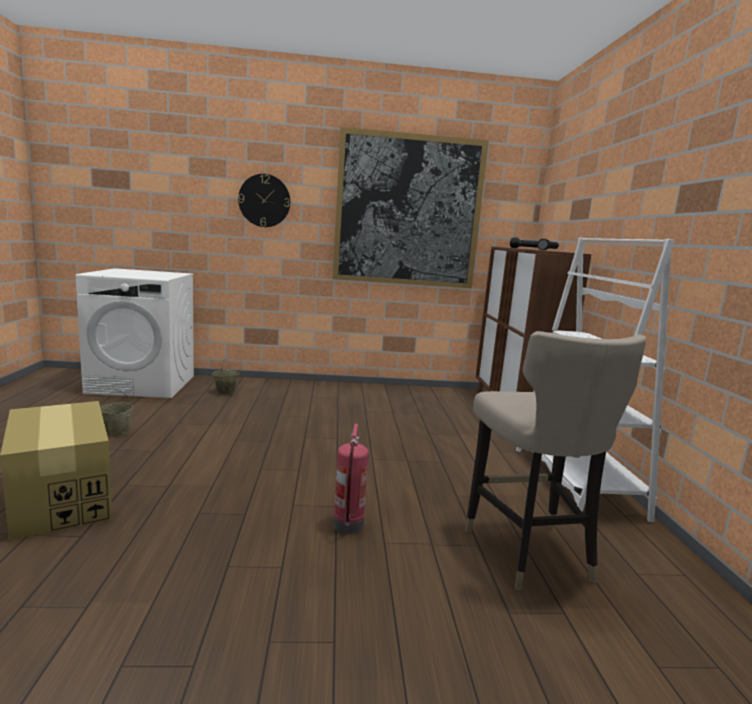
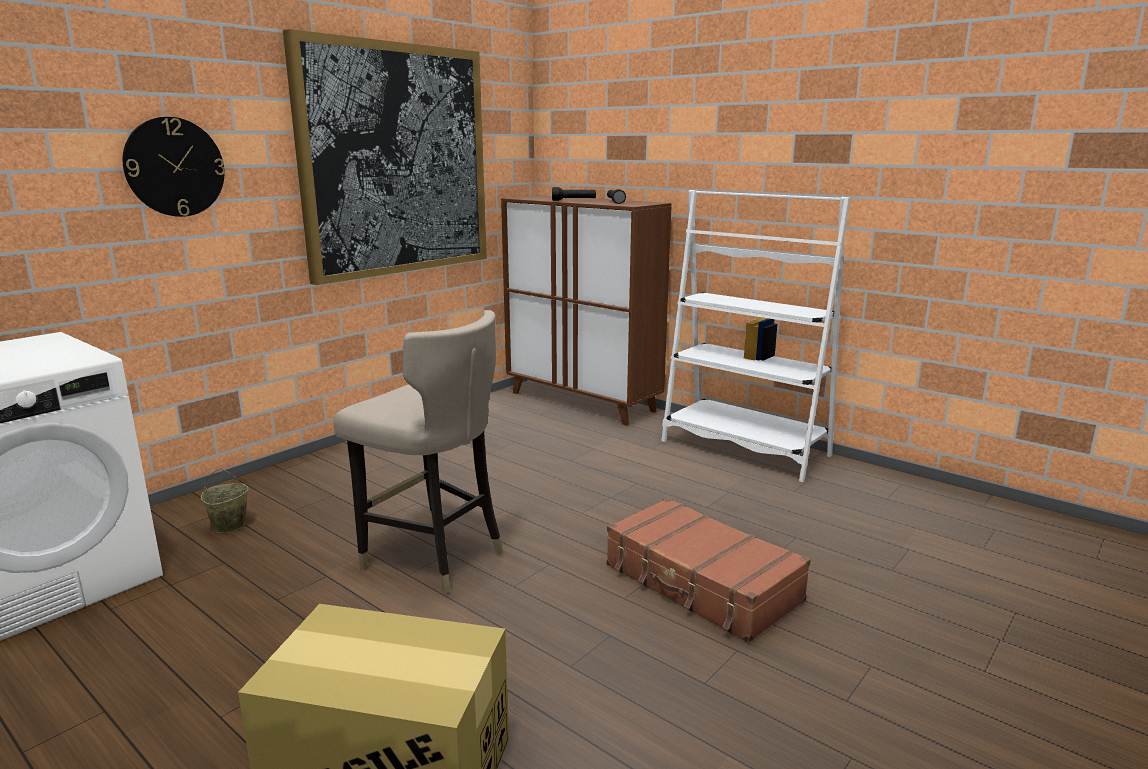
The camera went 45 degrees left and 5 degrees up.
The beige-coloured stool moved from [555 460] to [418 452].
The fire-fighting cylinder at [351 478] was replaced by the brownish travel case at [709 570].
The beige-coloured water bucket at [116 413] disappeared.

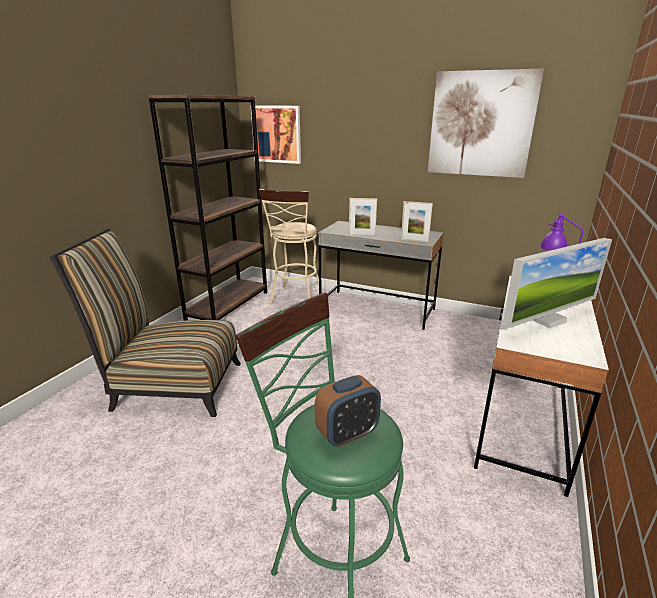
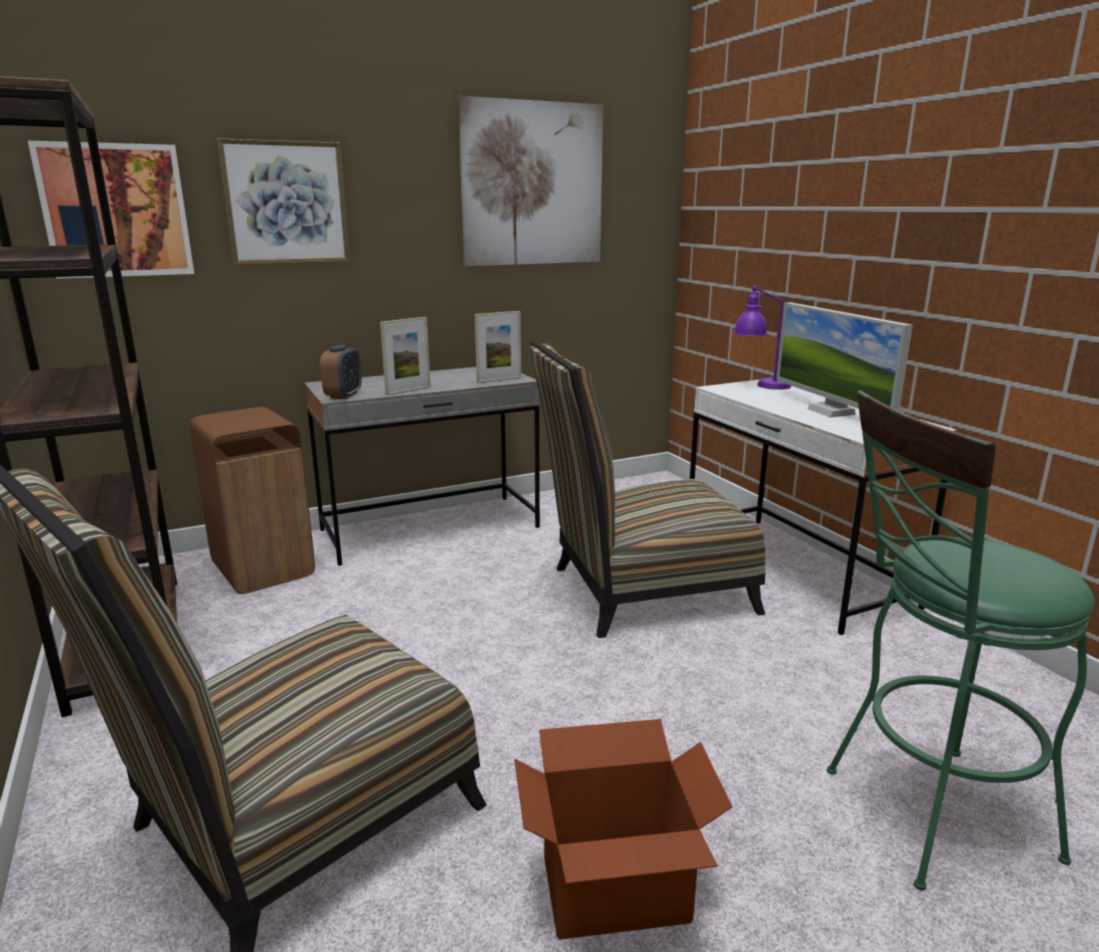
The camera went 50 degrees left and 5 degrees down.
The beige-coloured stool at [290 246] was replaced by the brownish waste bin at [252 500].
The wall picture at [283 201] appeared.
The table clock moved from [348 411] to [341 372].
The packing box at [623 829] appeared.
The chair at [648 489] appeared.
The computer display at [557 283] turned 150 degrees clockwise.

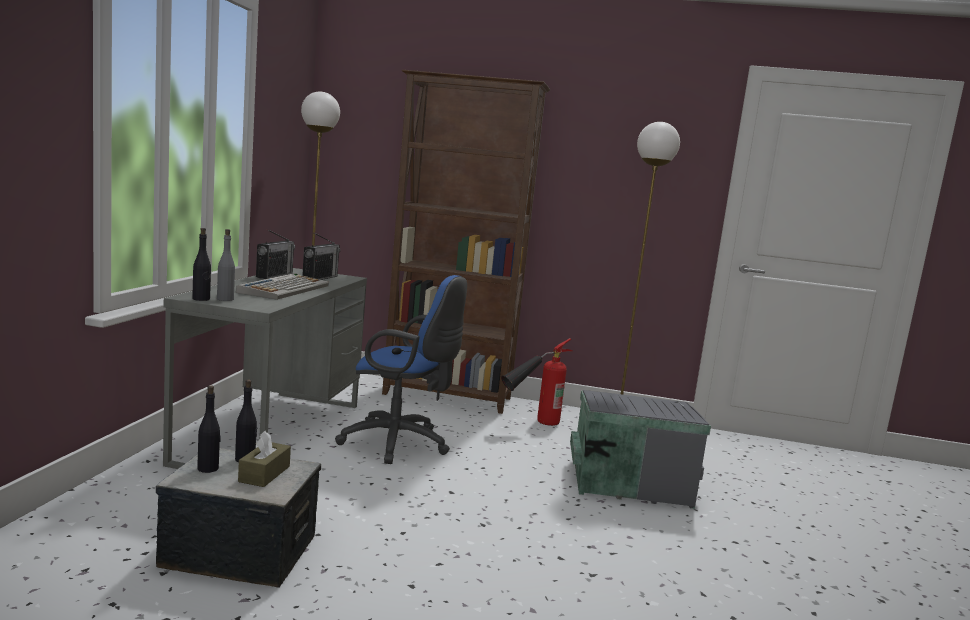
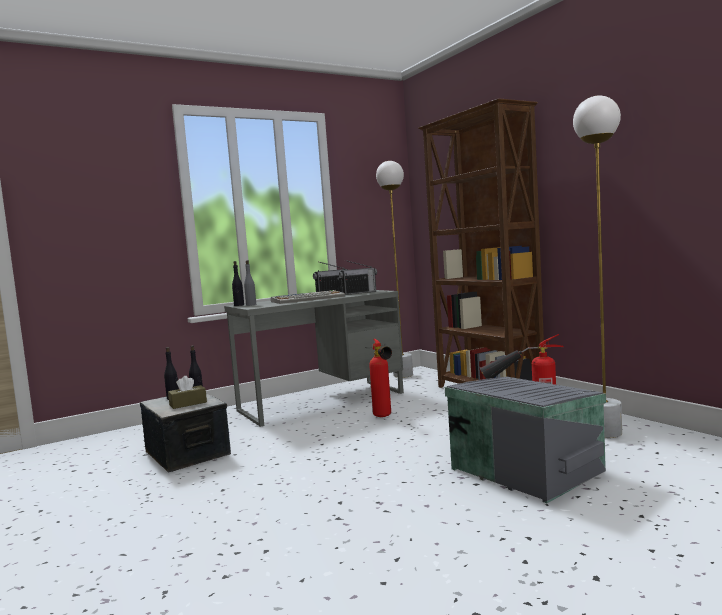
The camera went 50 degrees right and 5 degrees down.
The blue-coloured desk chair at [401 369] was replaced by the fire-fighting cylinder at [380 378].

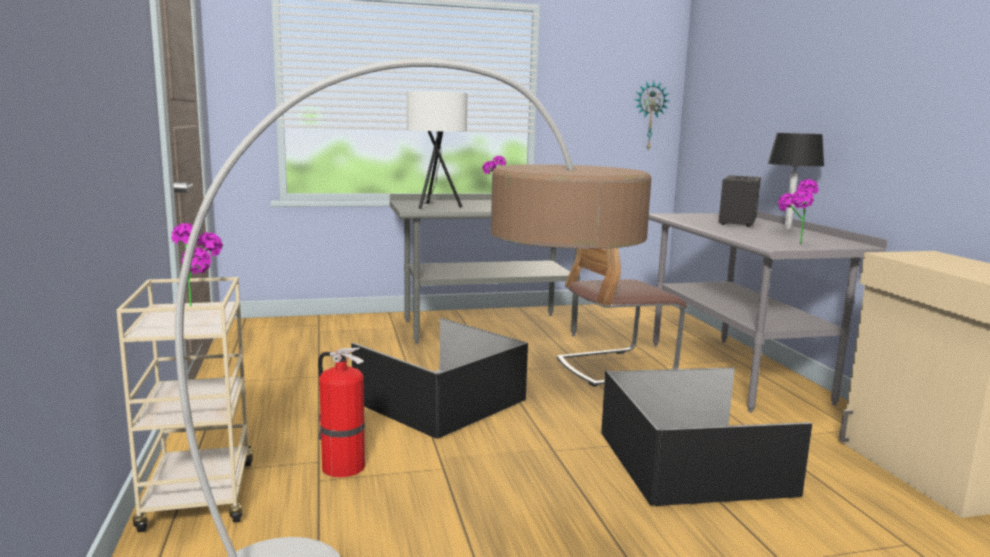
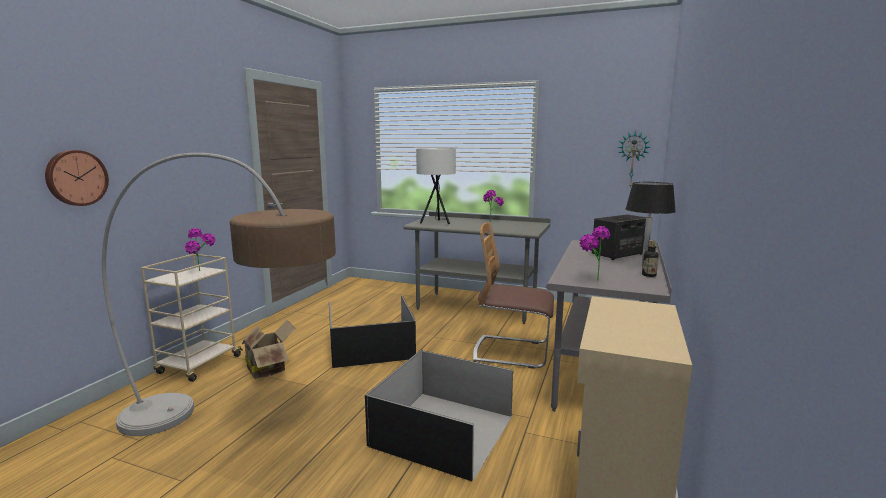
The camera went 35 degrees right and 0 degrees up.
The clock on the wall at [77 178] appeared.
The fire-fighting cylinder at [341 412] was replaced by the packing box at [269 349].
The bottle at [650 258] appeared.

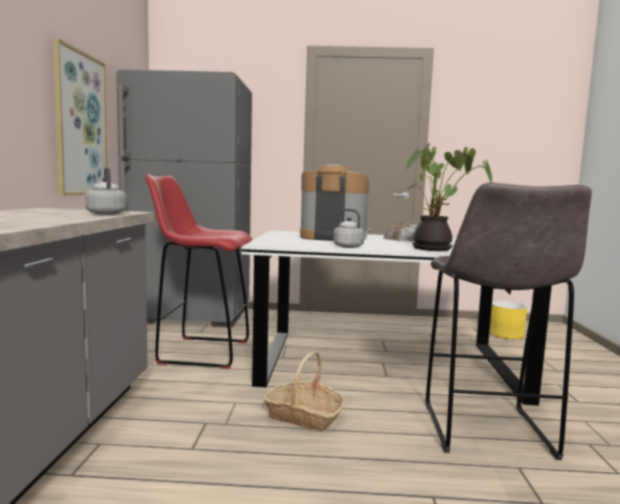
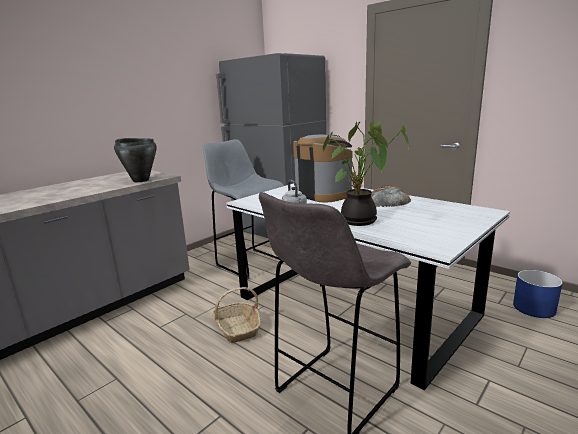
The camera went 40 degrees right and 10 degrees up.
The gray kettle at [105 191] was replaced by the black-coloured saucepot at [135 160].
The reddish stool at [198 271] became the gray stool at [243 209].
The yellow-coloured plant pot at [508 320] became the blue-coloured plant pot at [538 294].
The wall picture at [80 117] disappeared.

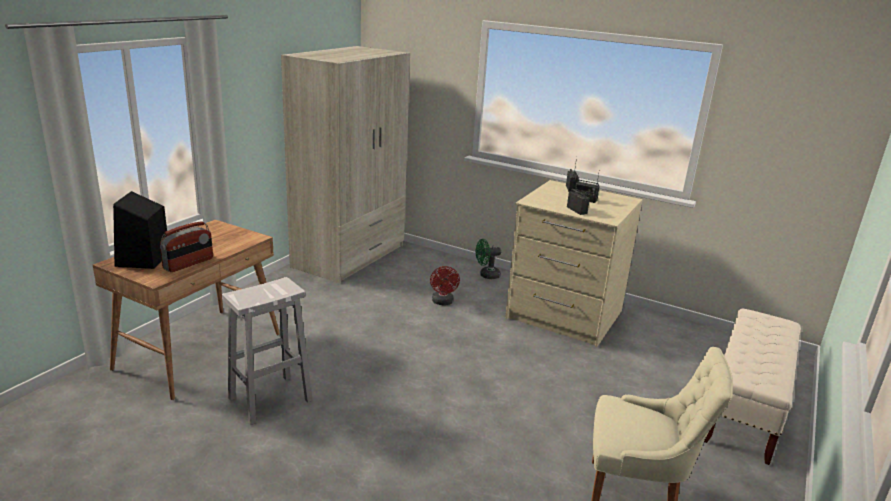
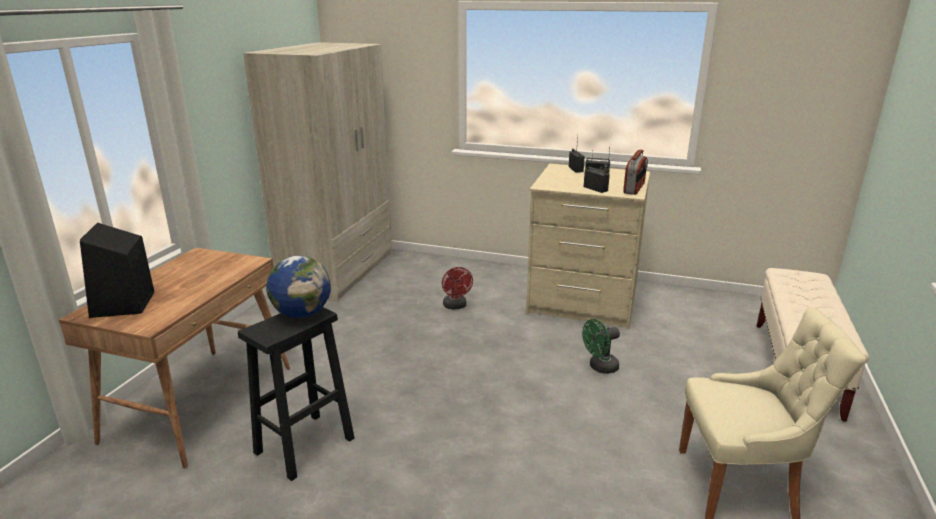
The camera went 10 degrees left and 0 degrees up.
The white stool at [267 351] became the black-coloured stool at [296 394].
The globe at [298 287] appeared.
The green electric fan moved from [489 259] to [601 346].
The radio moved from [186 246] to [635 172].

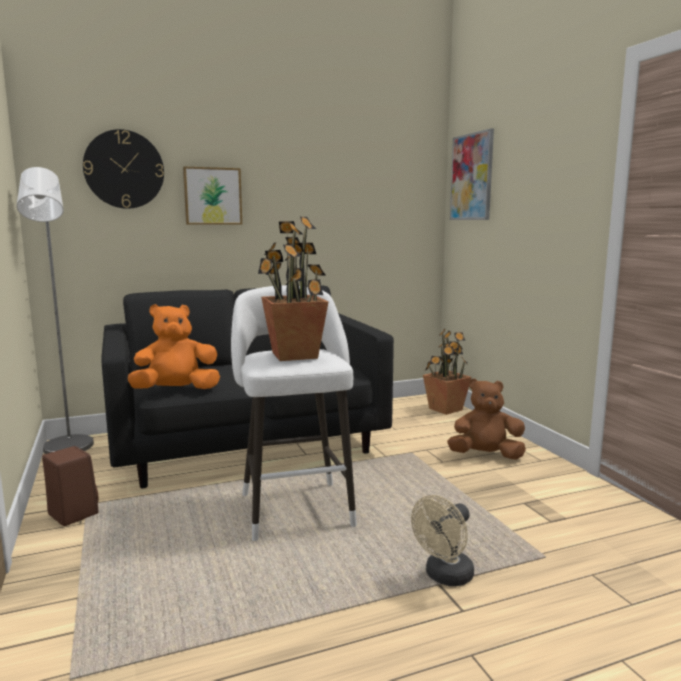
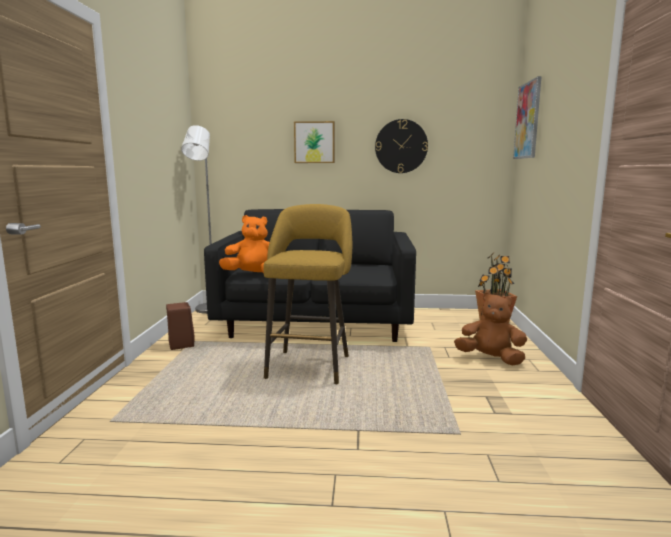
The camera went 25 degrees right and 0 degrees up.
The white stool at [294 413] became the yellow-coloured stool at [307 294].
The clock on the wall moved from [123 169] to [401 146].
The houseplant at [293 289] disappeared.
The beige-coloured electric fan at [442 540] disappeared.

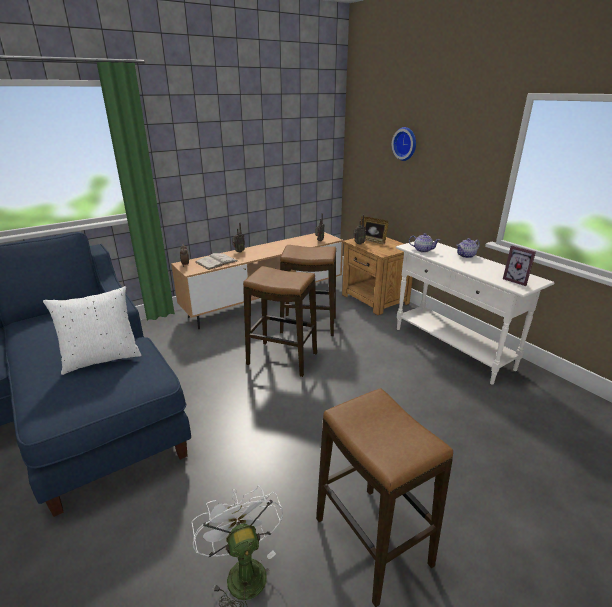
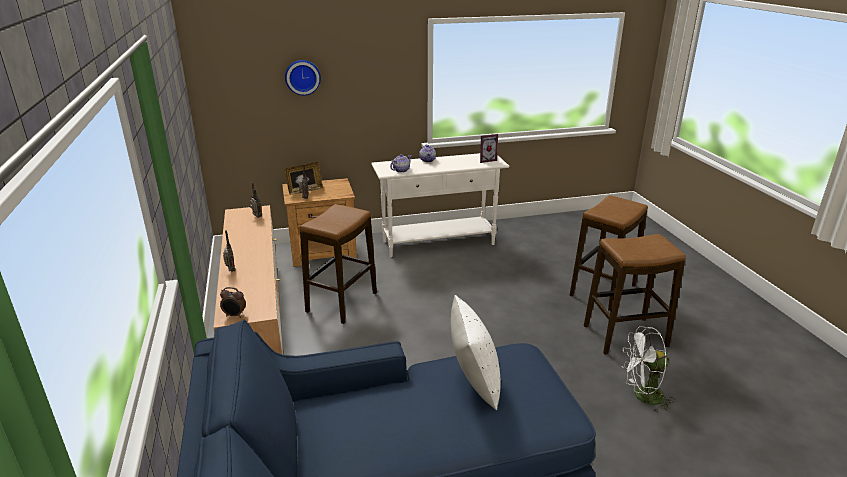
The camera went 70 degrees left and 0 degrees up.
The stool moved from [280 321] to [609 253].
The white volume at [216 261] disappeared.

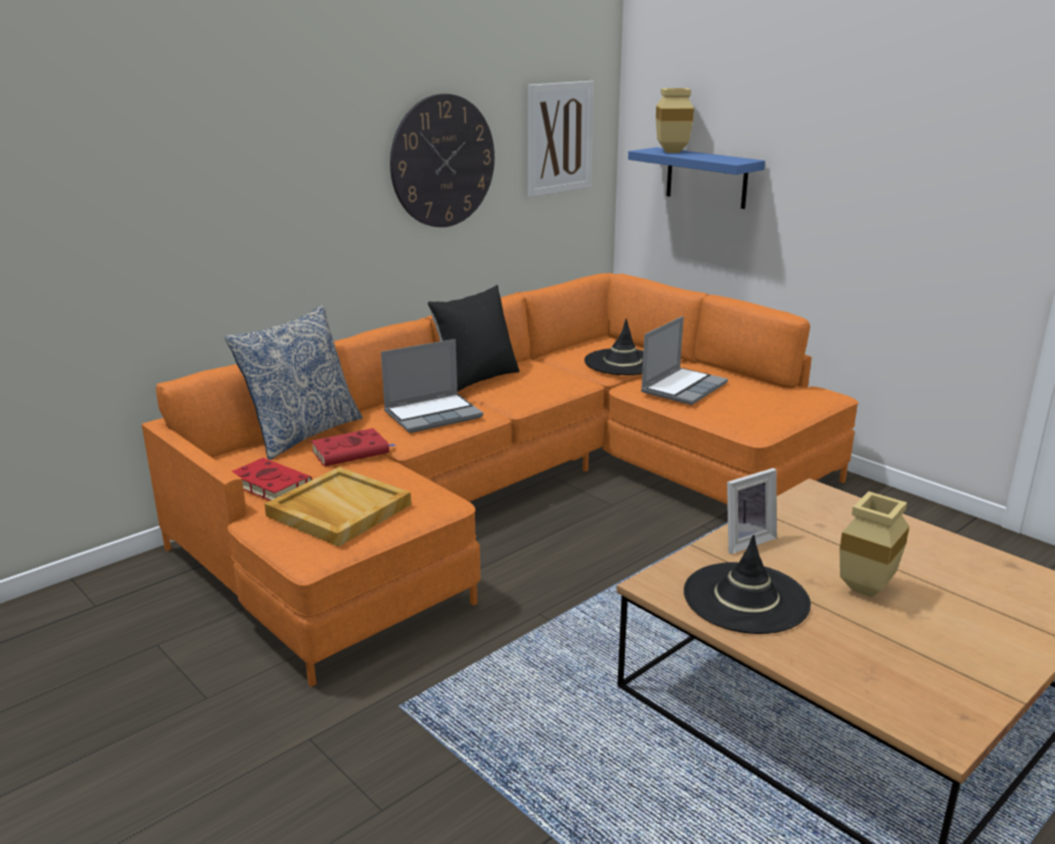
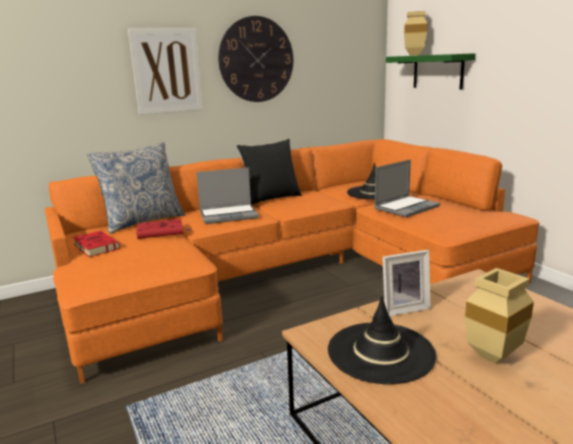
The camera went 15 degrees right and 5 degrees down.
The wall picture moved from [561 139] to [165 71].
The blue-coloured wall shelf at [696 178] became the green wall shelf at [430 71].
The beige-coloured serving tray at [338 507] disappeared.

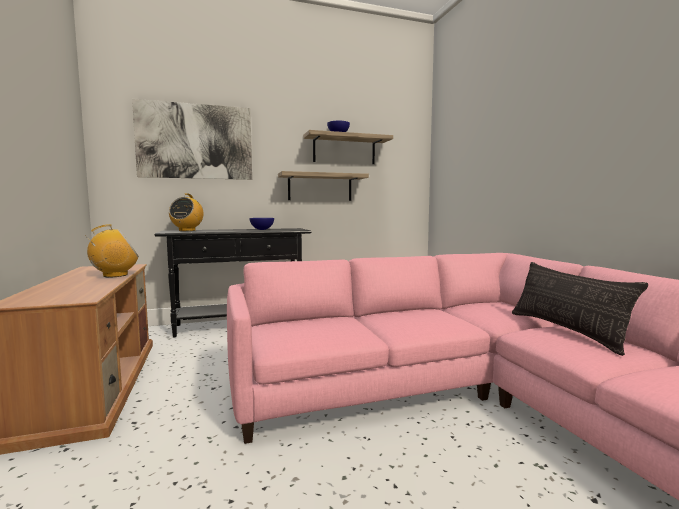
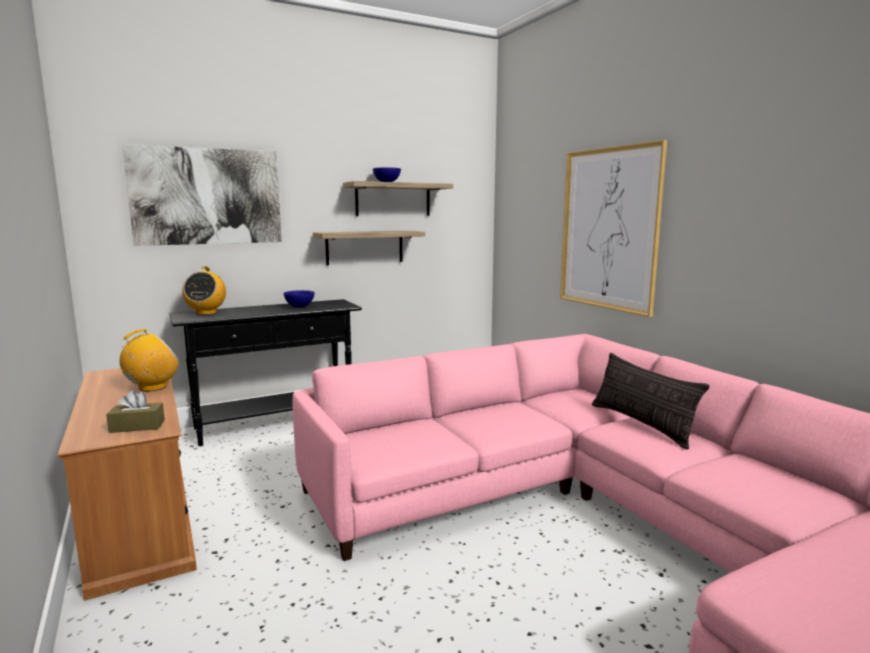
The camera went 10 degrees left and 5 degrees up.
The brownish box of tissues at [135 411] appeared.
The wall picture at [613 228] appeared.

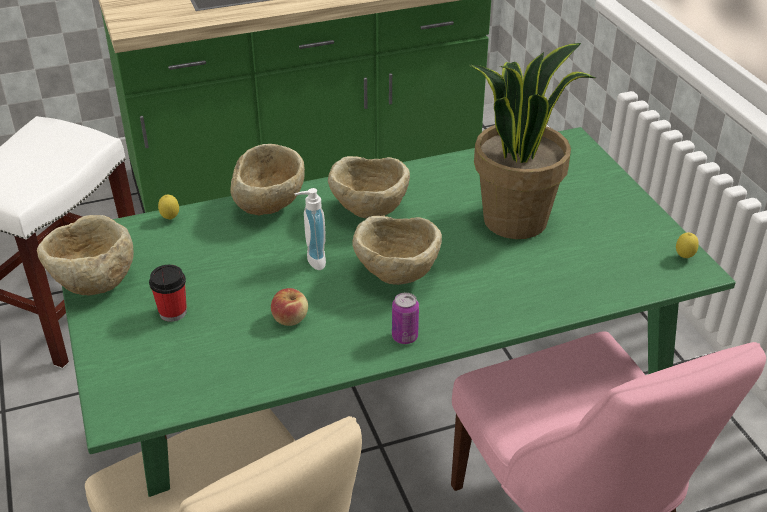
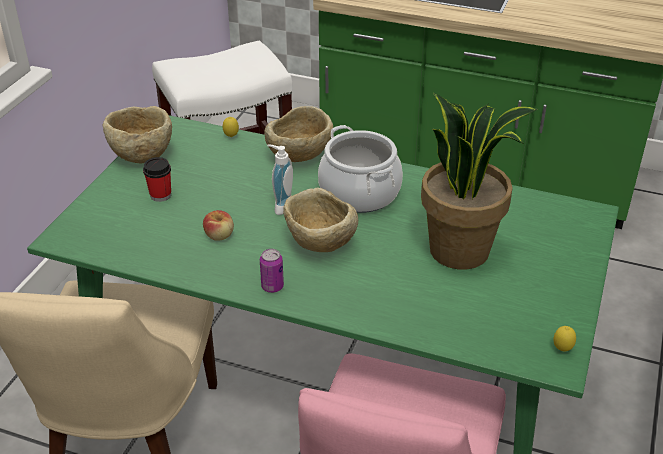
The camera went 40 degrees right and 0 degrees up.
The beige-coloured deep dish at [369 187] was replaced by the saucepot at [360 169].

